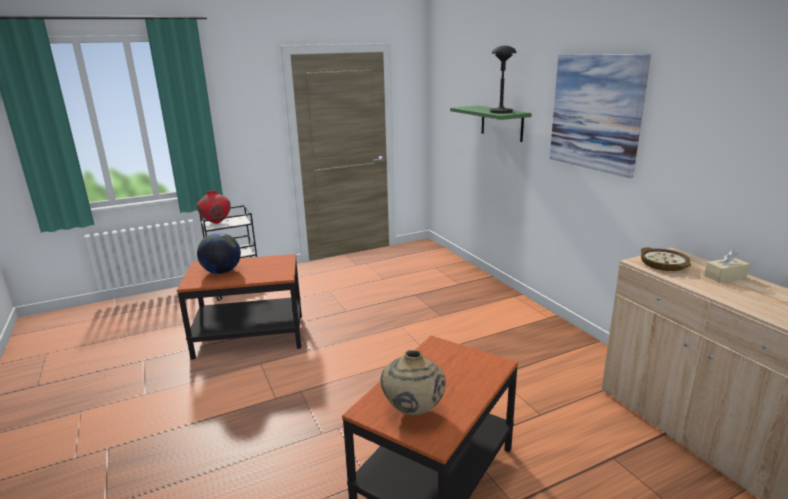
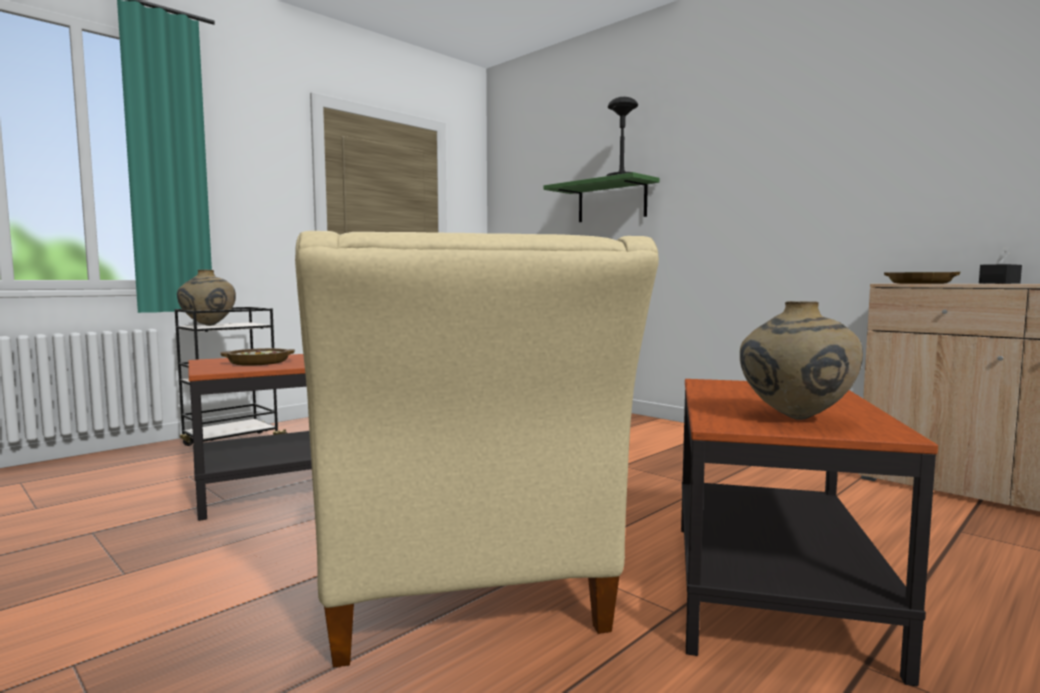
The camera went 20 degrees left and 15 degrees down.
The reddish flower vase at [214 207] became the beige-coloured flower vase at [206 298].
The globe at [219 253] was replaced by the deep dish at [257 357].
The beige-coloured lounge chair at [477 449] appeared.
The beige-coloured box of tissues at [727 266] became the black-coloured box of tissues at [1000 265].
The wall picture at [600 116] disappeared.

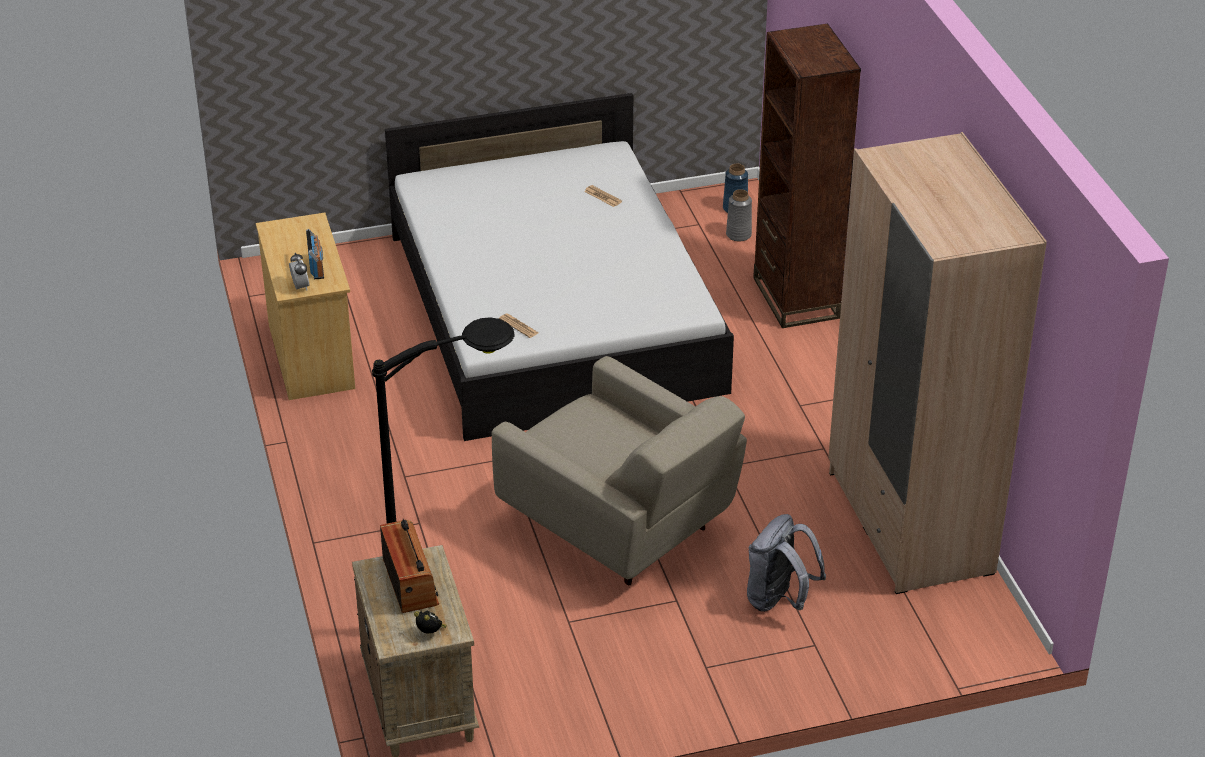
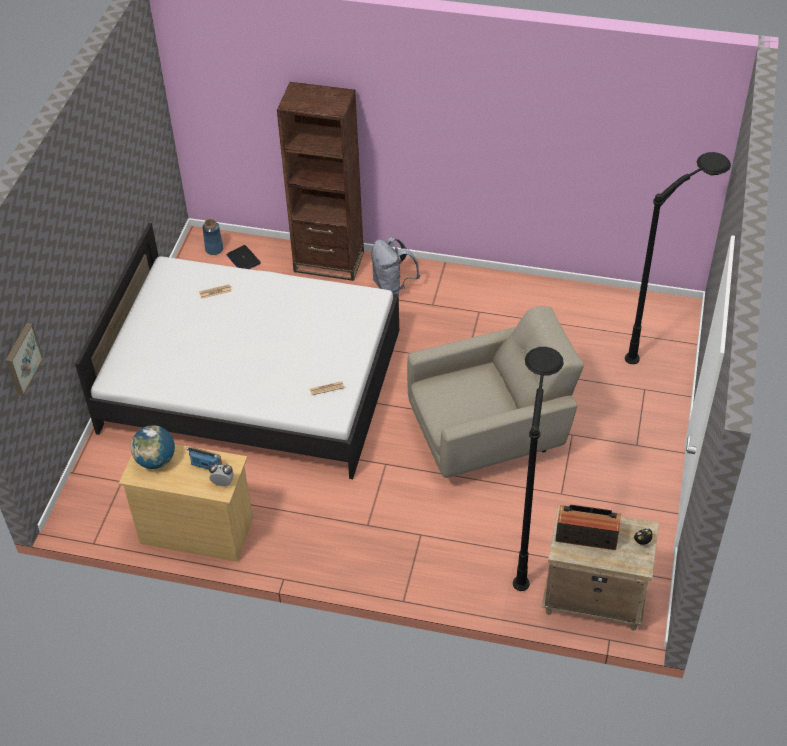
The camera went 60 degrees left and 10 degrees up.
The wall picture at [24 359] appeared.
The globe at [153 447] appeared.
The gray flower vase at [739 215] was replaced by the notebook computer at [244 257].
The gray rucksack moved from [786 563] to [395 265].
The black-coloured floor lamp at [678 258] appeared.
The beige-coloured armoire at [937 363] disappeared.

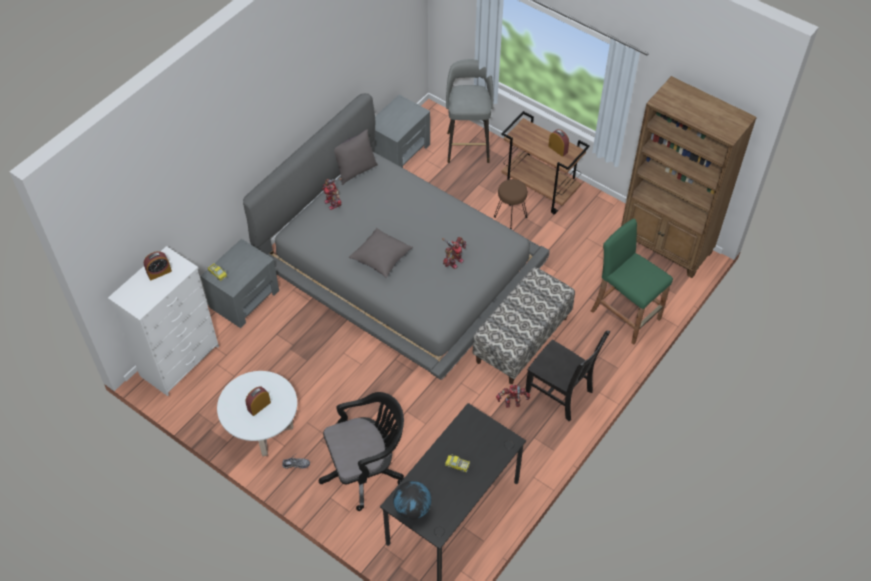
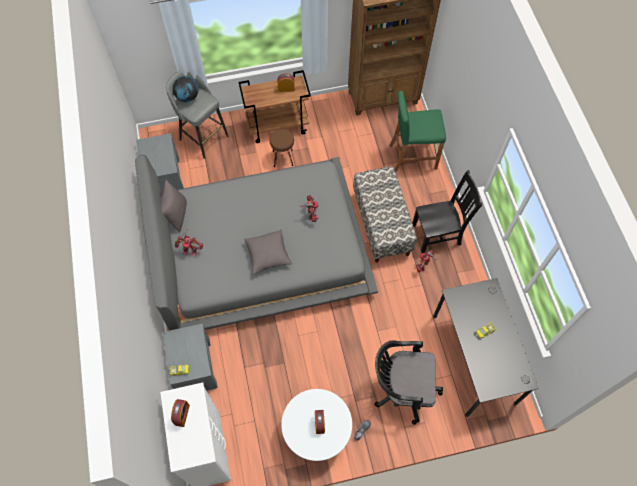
The camera went 50 degrees left and 10 degrees up.
The globe moved from [412 500] to [186 89].
The black-coloured desk chair at [361 451] turned 105 degrees counterclockwise.

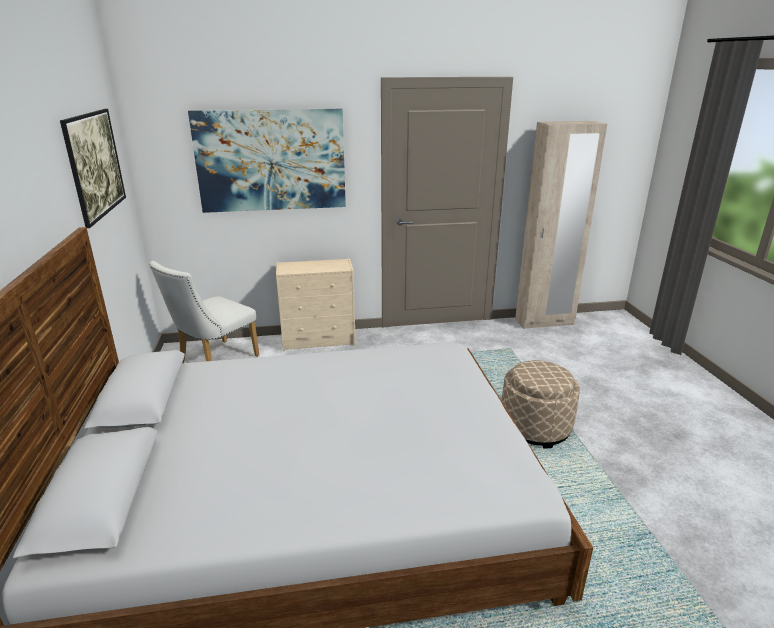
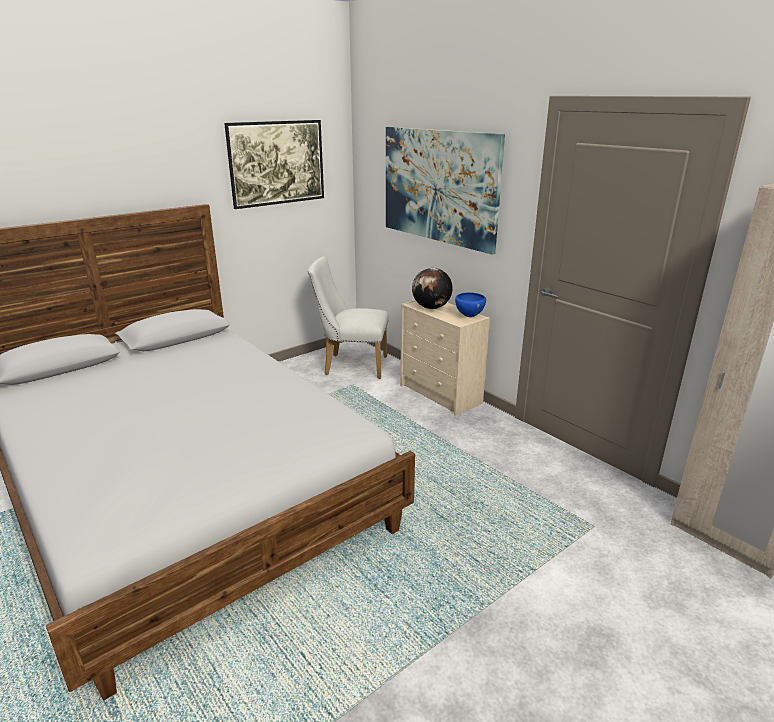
The camera went 60 degrees right and 0 degrees up.
The globe at [432 288] appeared.
The blue-coloured deep dish at [470 304] appeared.
The beige-coloured ottoman at [541 404] disappeared.

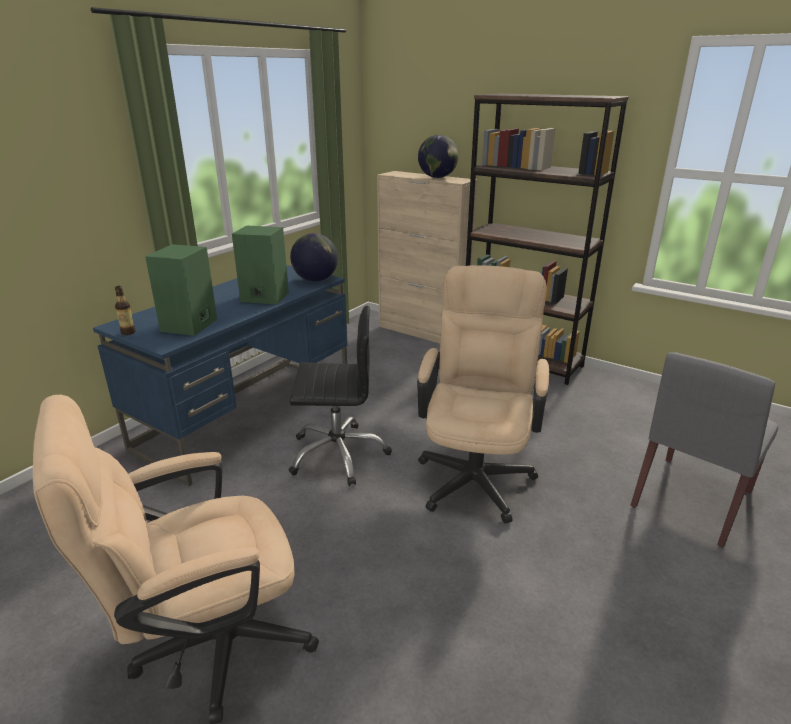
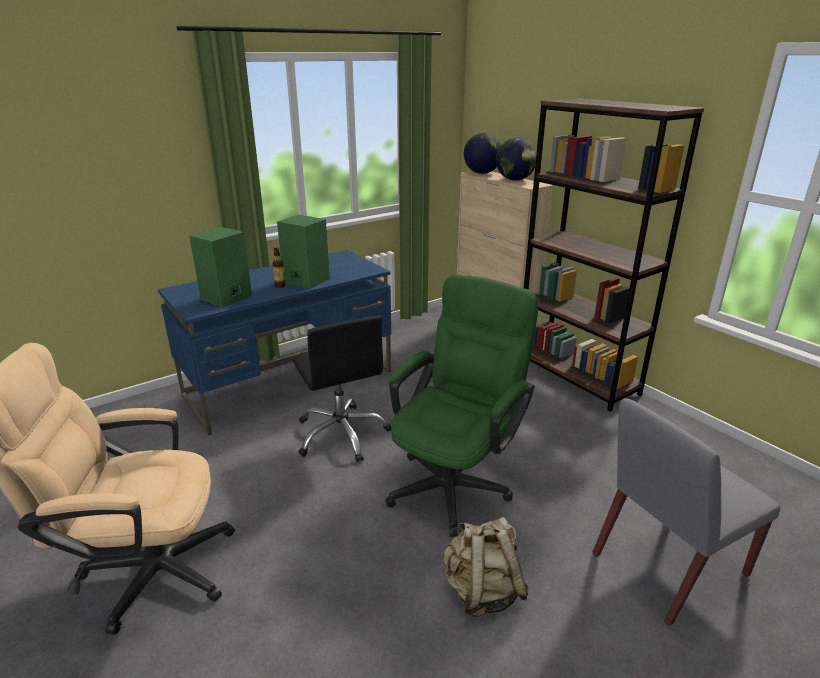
The camera went 20 degrees right and 0 degrees up.
The bottle moved from [125 310] to [279 268].
The black-coloured desk chair at [340 396] turned 45 degrees clockwise.
The beige-coloured desk chair at [483 394] became the green desk chair at [461 405].
The beige-coloured rucksack at [486 567] appeared.
The globe moved from [314 257] to [482 153].

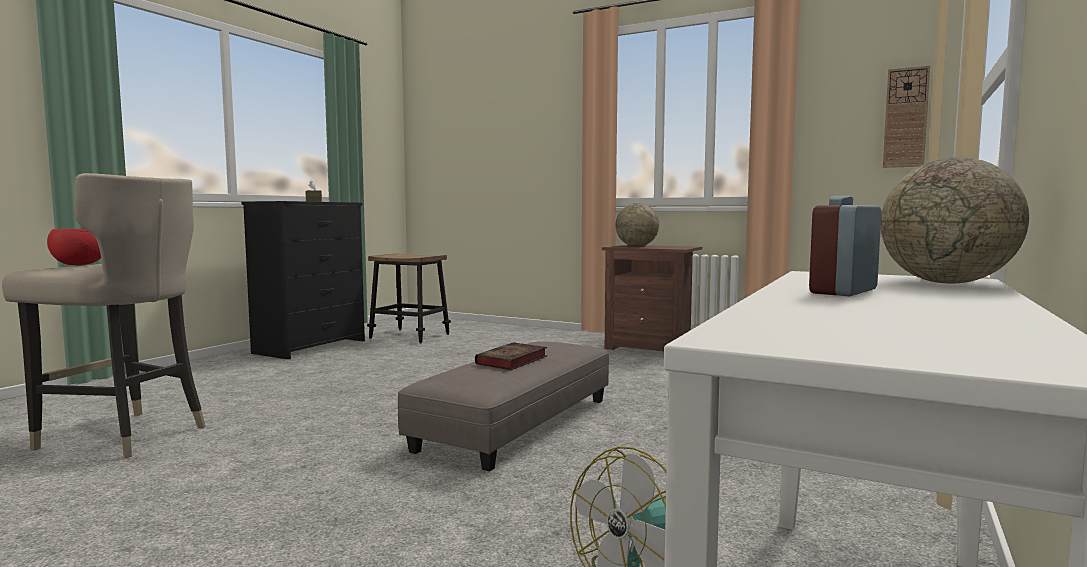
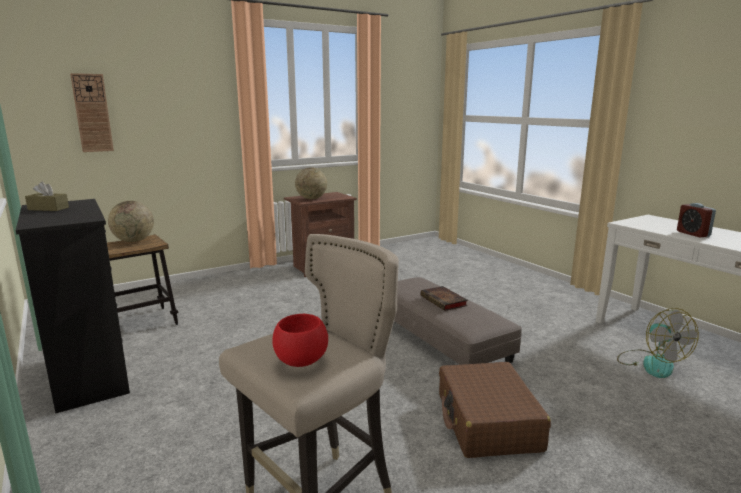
The camera went 60 degrees left and 10 degrees up.
The clock on the wall moved from [906 116] to [92 112].
The globe moved from [955 220] to [131 221].
The brownish travel case at [495 410] appeared.

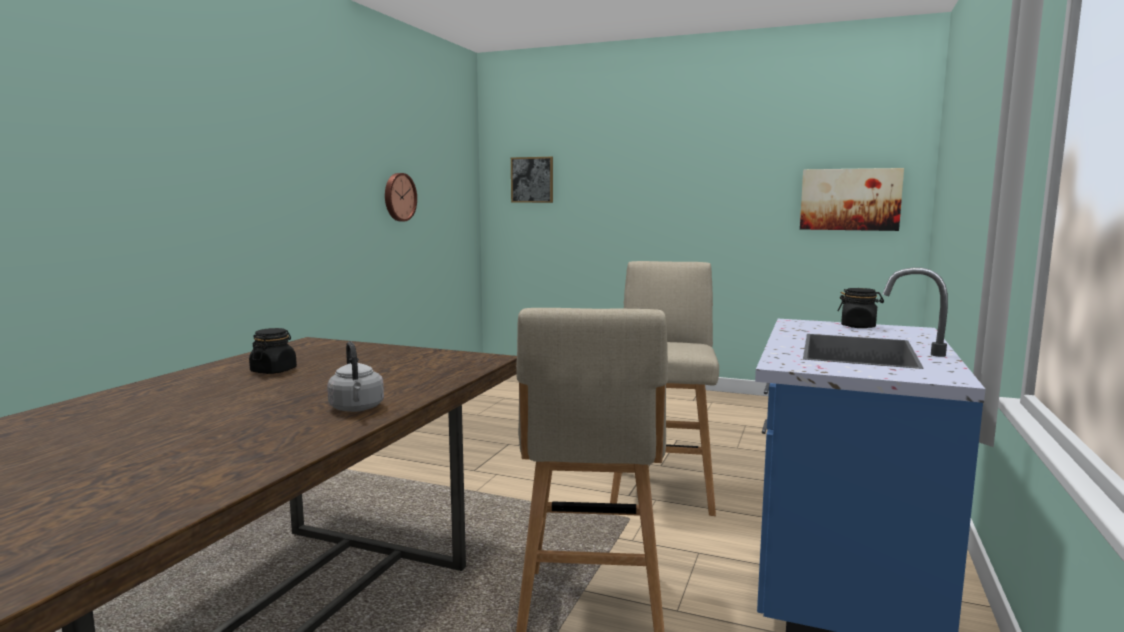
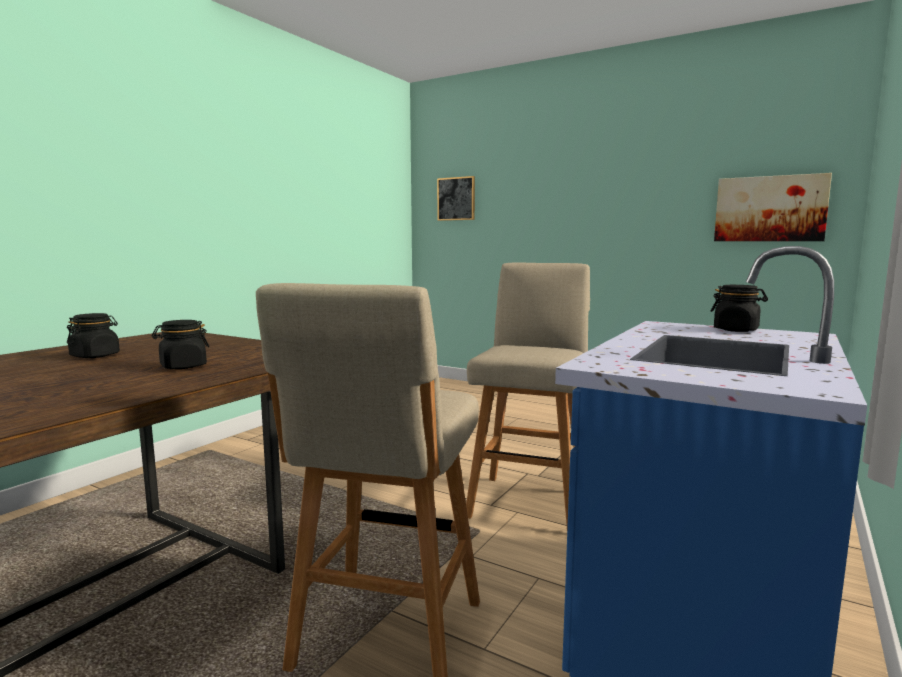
The camera went 10 degrees right and 0 degrees up.
The black-coloured jar at [180 344] appeared.
The gray kettle at [355 376] disappeared.
The clock on the wall at [401 197] disappeared.

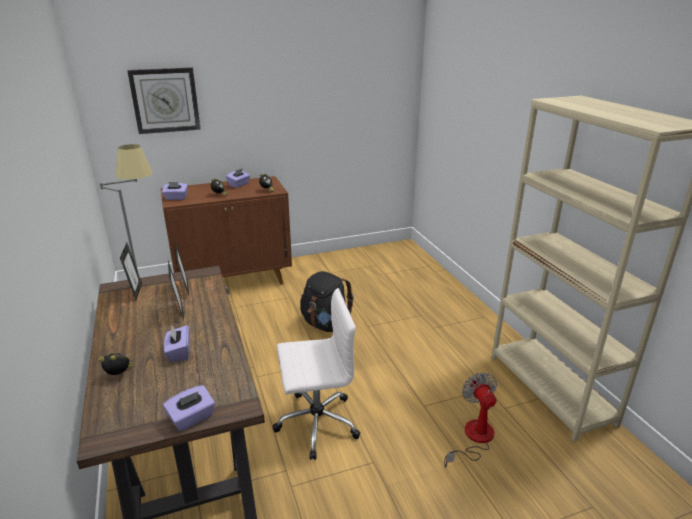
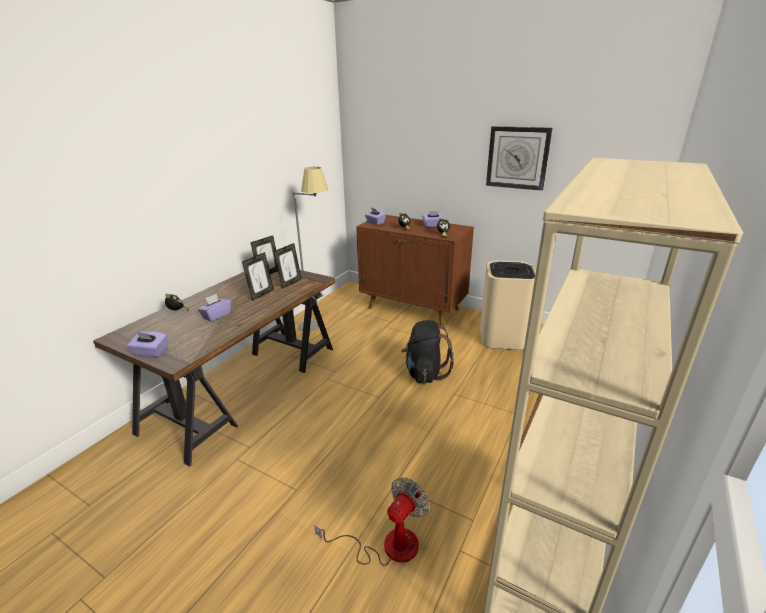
The camera went 50 degrees right and 0 degrees up.
The beige-coloured waste bin at [508 305] appeared.
The clock on the wall moved from [164 100] to [519 158].
The white desk chair at [317 374] disappeared.

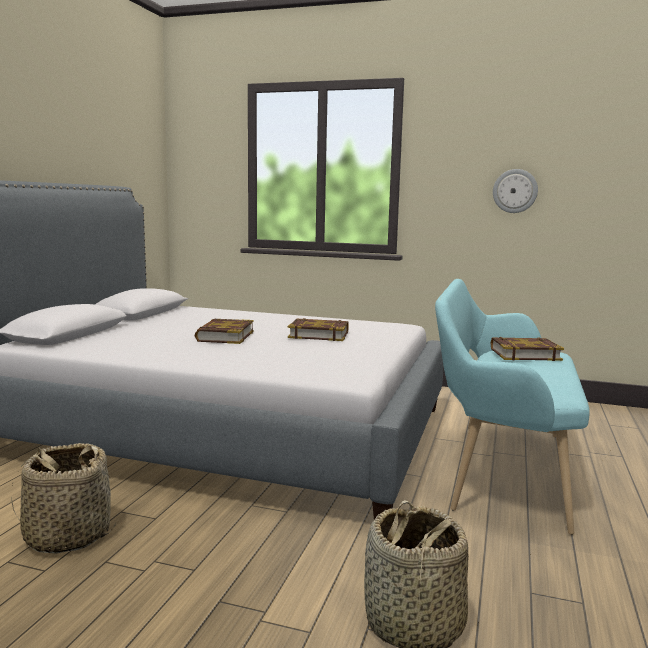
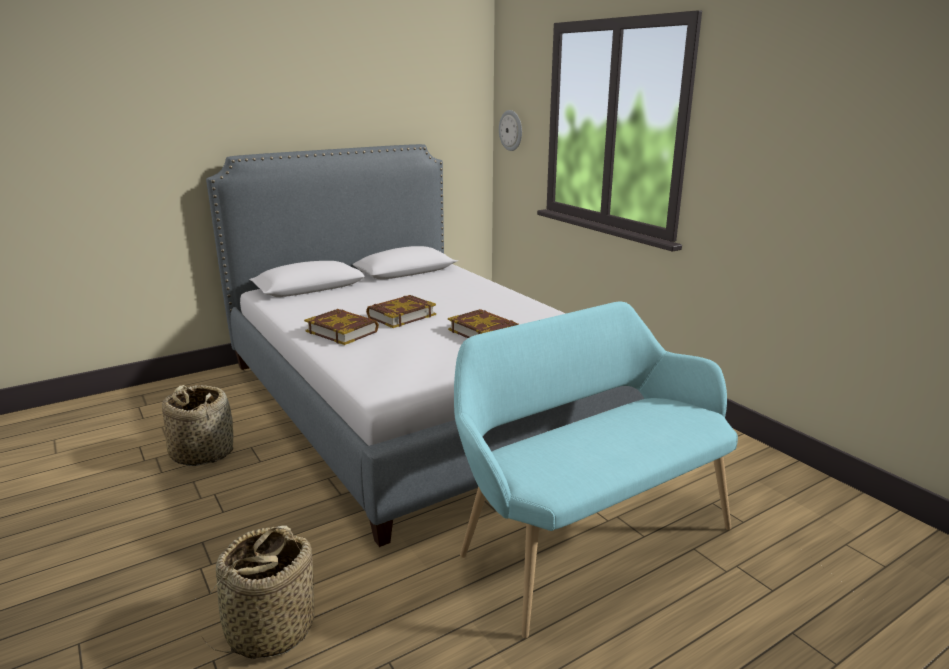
The camera went 40 degrees right and 10 degrees up.
The volume moved from [527 349] to [341 327].
The clock on the wall moved from [515 191] to [510 130].

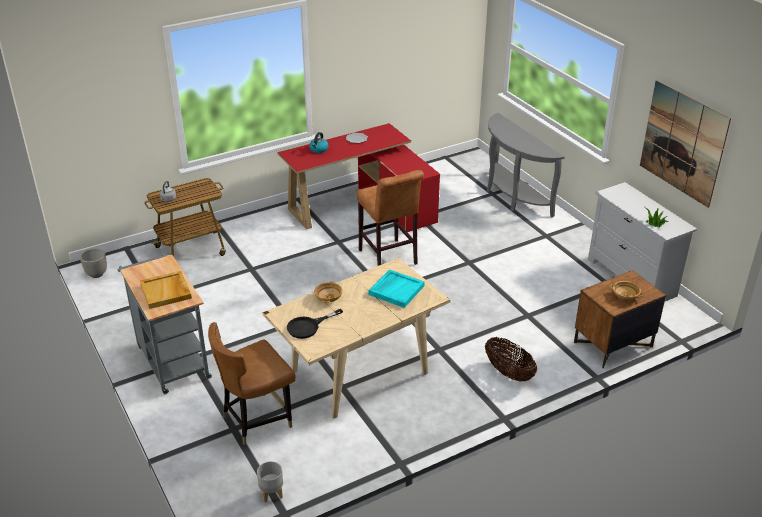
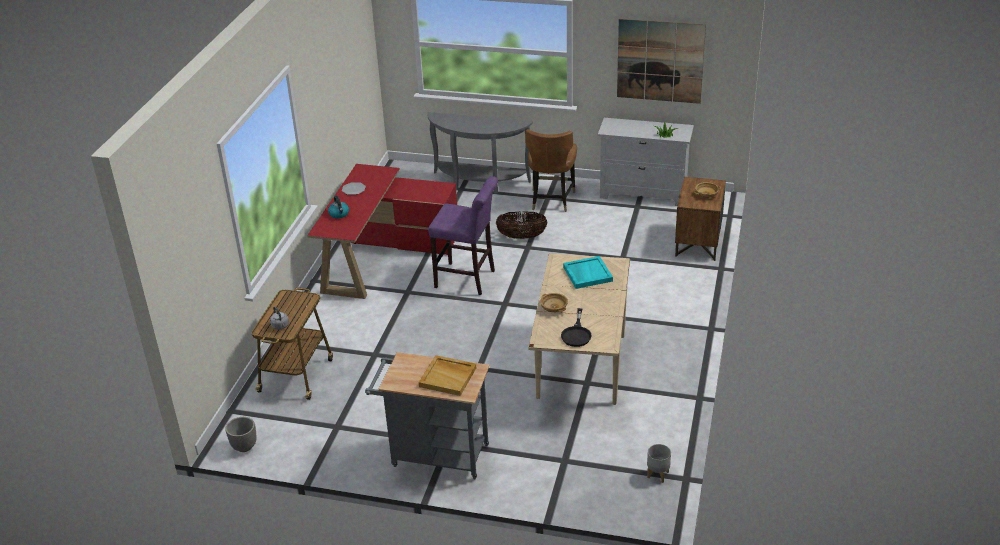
The camera went 45 degrees left and 0 degrees up.
The brownish stool at [390 218] became the purple-coloured stool at [463 235].
The household basket moved from [511 359] to [521 225].
The brownish chair moved from [252 383] to [551 170].

